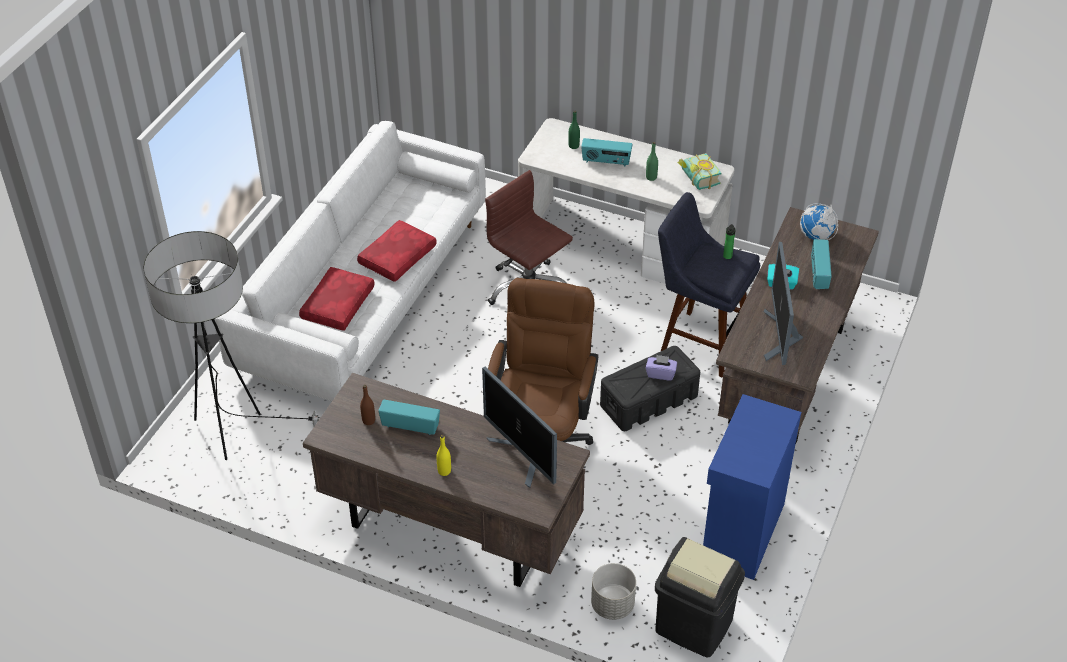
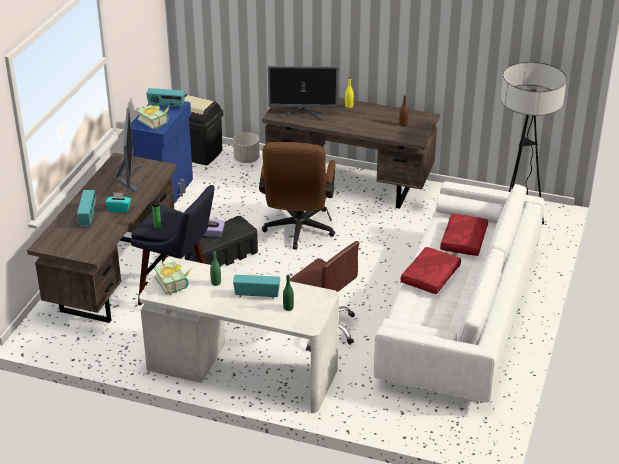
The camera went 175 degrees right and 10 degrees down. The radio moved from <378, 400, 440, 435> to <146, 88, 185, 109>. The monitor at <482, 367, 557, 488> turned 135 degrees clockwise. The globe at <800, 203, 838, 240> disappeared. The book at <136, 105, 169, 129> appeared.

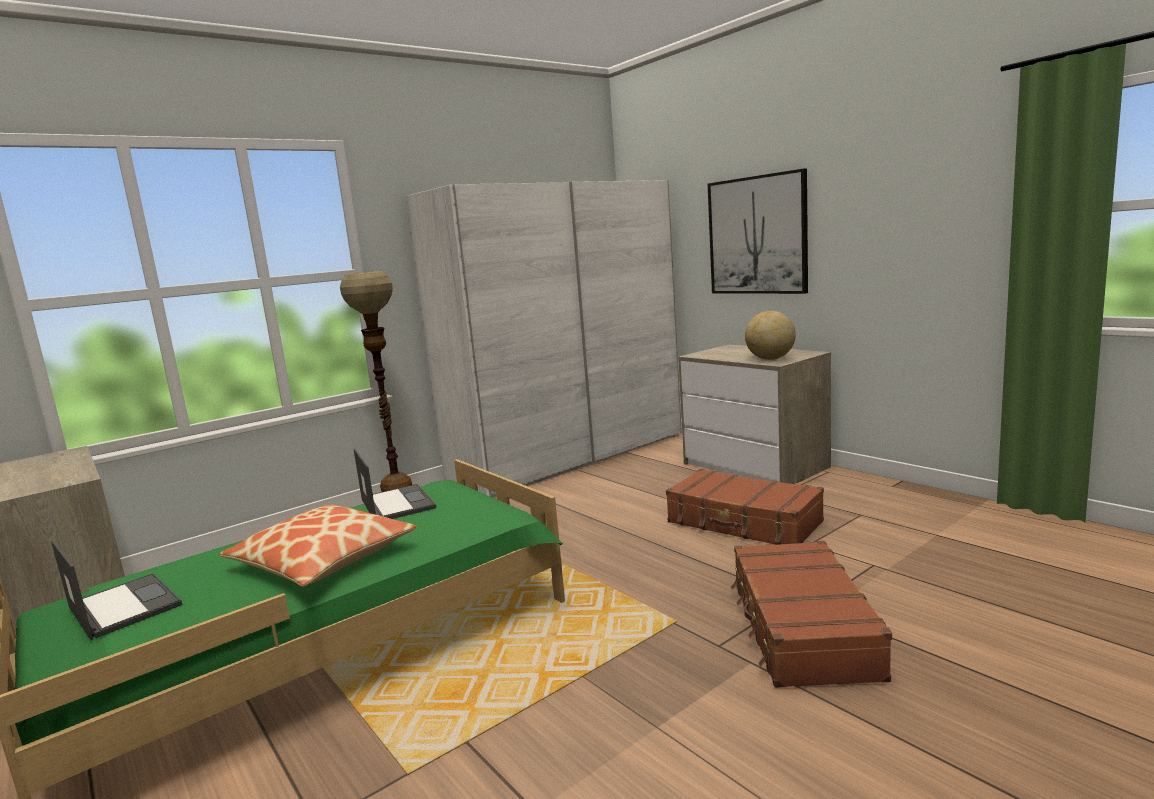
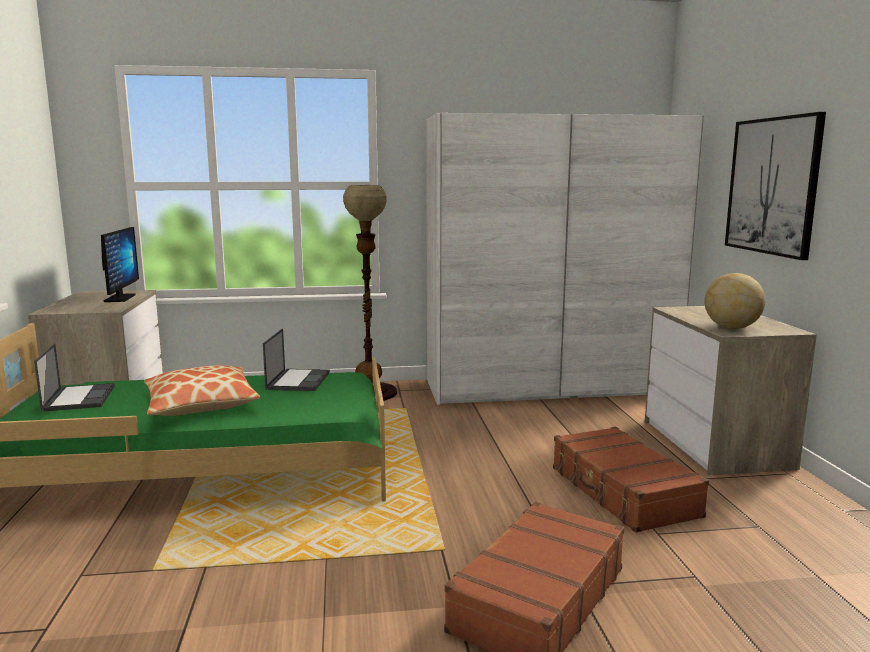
The camera went 30 degrees right and 0 degrees up. The monitor at <101, 227, 139, 302> appeared.

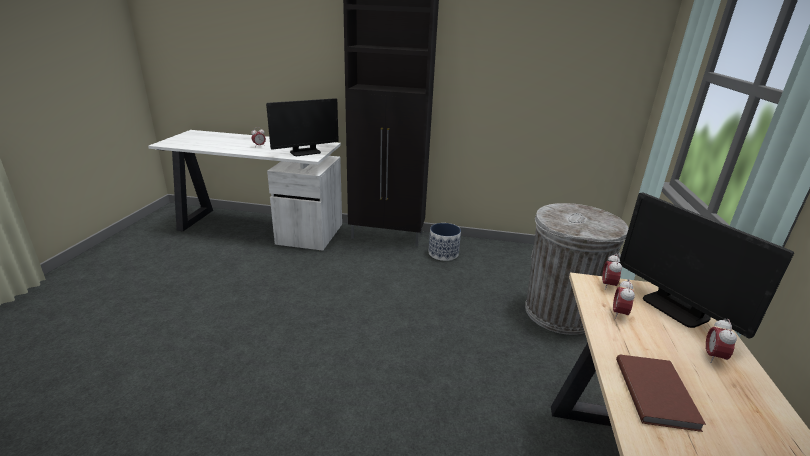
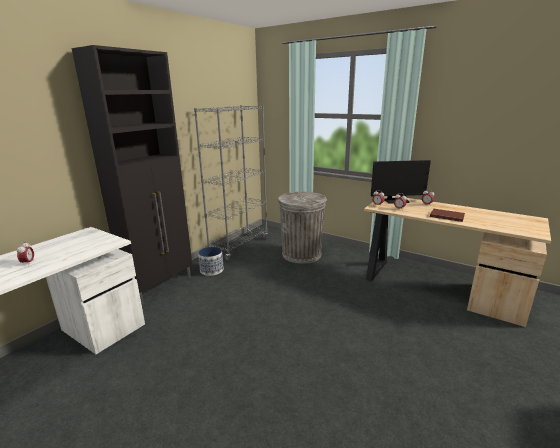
The camera went 65 degrees left and 5 degrees down. The monitor at <266, 98, 339, 156> disappeared. The grey bookcase at <194, 105, 268, 261> appeared.

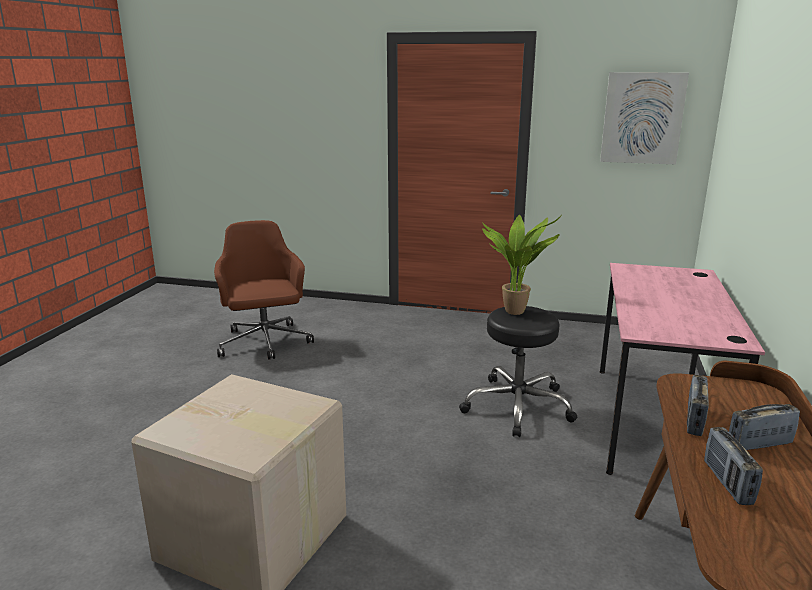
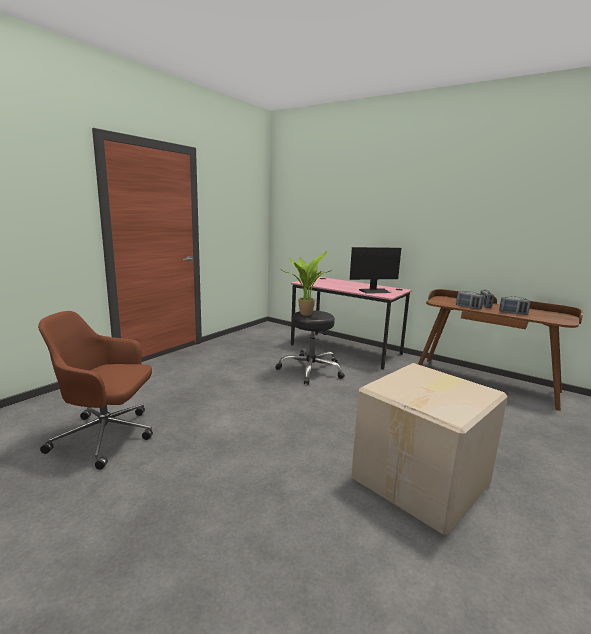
The camera went 70 degrees left and 5 degrees down. The picture at <600, 72, 689, 164> disappeared. The monitor at <350, 247, 401, 294> appeared.

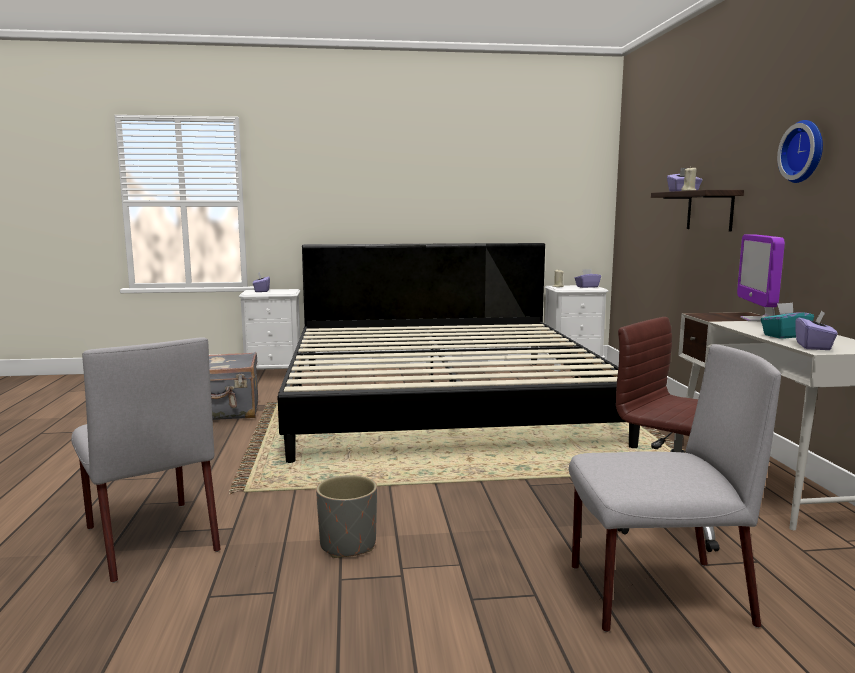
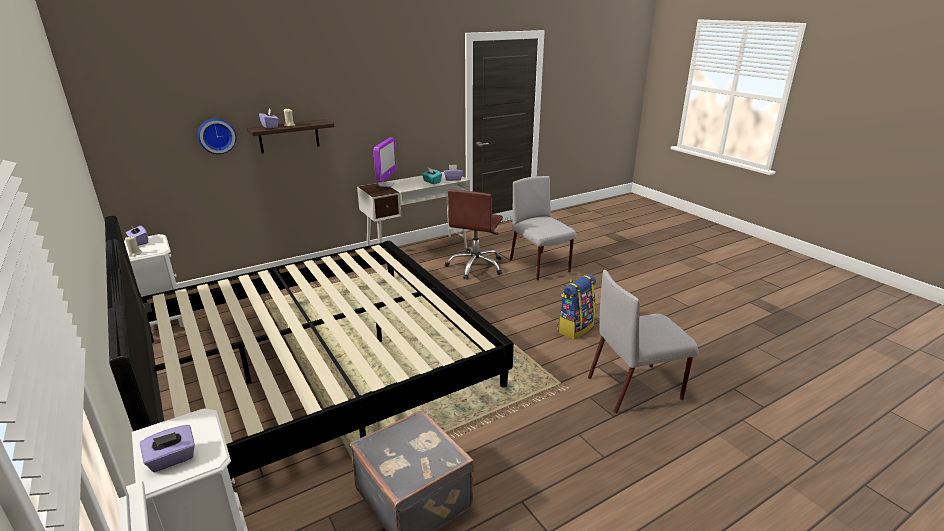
The camera went 115 degrees left and 15 degrees up. The grey chair at <71, 337, 220, 583> turned 135 degrees counterclockwise. The grey planter at <316, 475, 377, 558> was replaced by the backpack at <557, 274, 596, 339>. The monitor at <737, 234, 785, 321> turned 60 degrees counterclockwise. The wall clock moved from <777, 120, 823, 183> to <198, 118, 236, 154>.

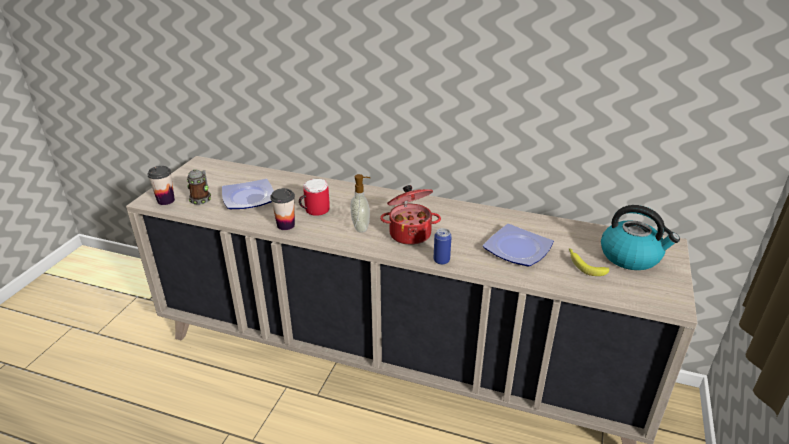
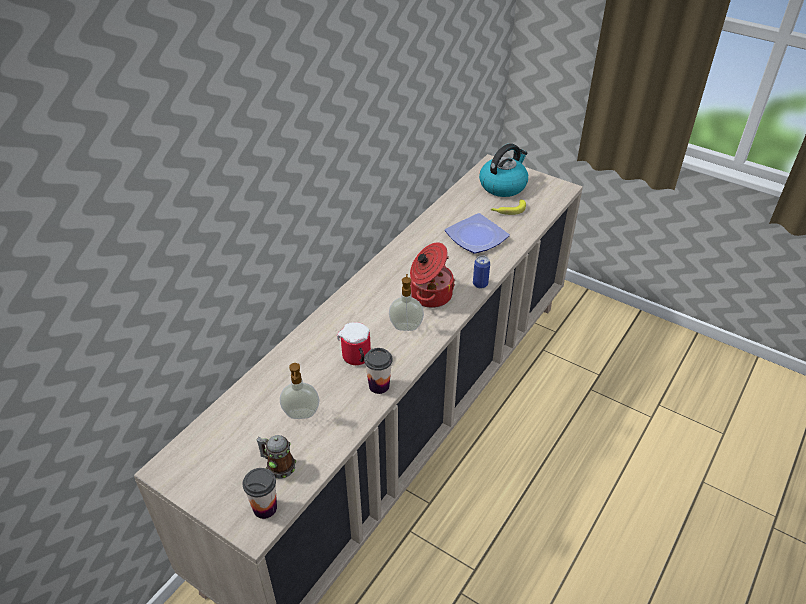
The camera went 75 degrees left and 10 degrees up. The plate at <222, 179, 274, 209> was replaced by the soap dispenser at <280, 363, 320, 419>.

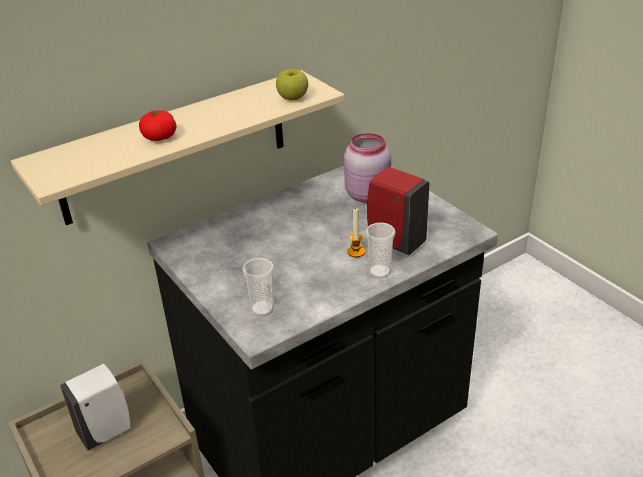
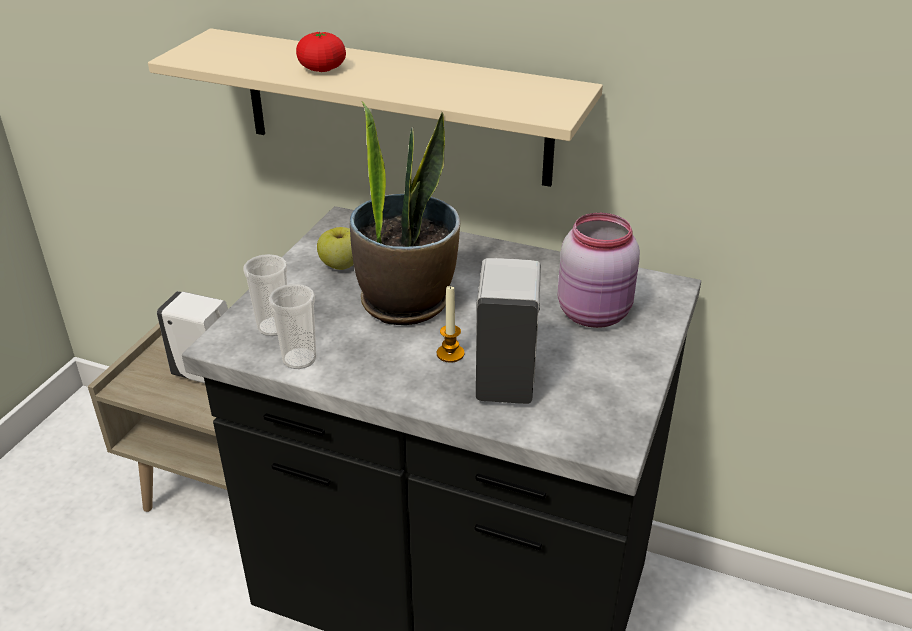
The camera went 55 degrees right and 0 degrees up. The apple moved from <276, 69, 308, 100> to <317, 227, 354, 270>. The cup moved from <366, 222, 395, 278> to <269, 284, 317, 369>. The red soap dispenser at <367, 167, 430, 255> became the white soap dispenser at <476, 258, 541, 404>. The potted plant at <350, 102, 461, 325> appeared.

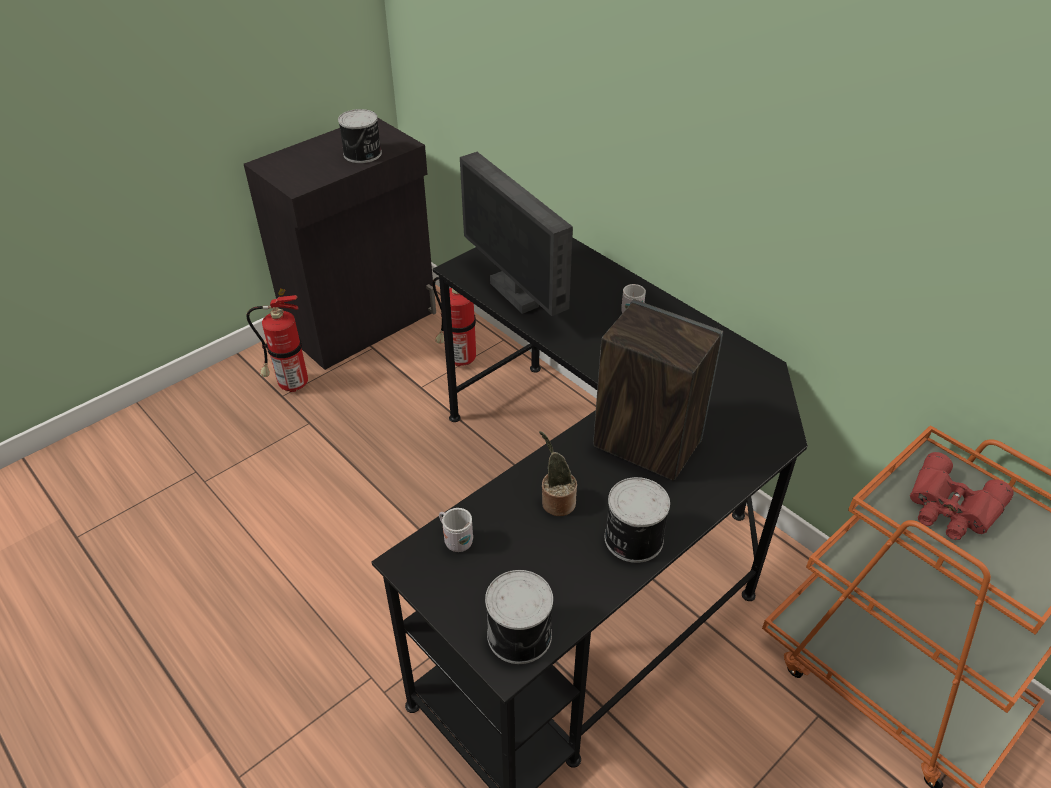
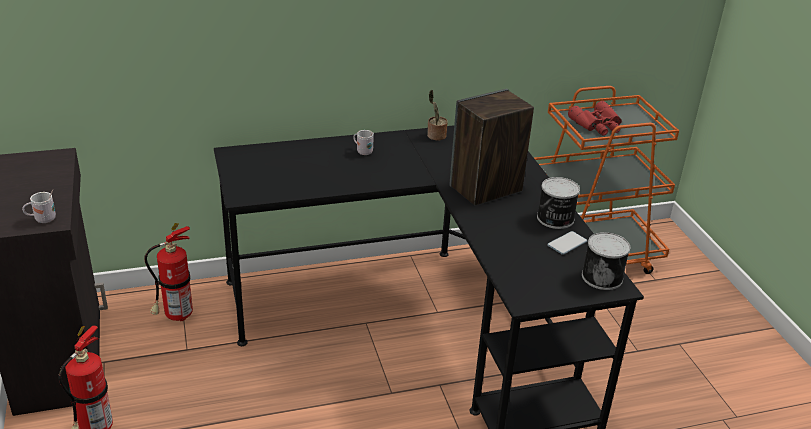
The camera went 65 degrees left and 10 degrees down. The can at <338, 109, 382, 163> disappeared. The white mug moved from <439, 508, 473, 552> to <22, 189, 56, 223>. The monitor at <460, 152, 573, 316> disappeared. The potted plant moved from <539, 431, 577, 516> to <427, 90, 448, 140>. The phone at <547, 231, 587, 255> appeared.

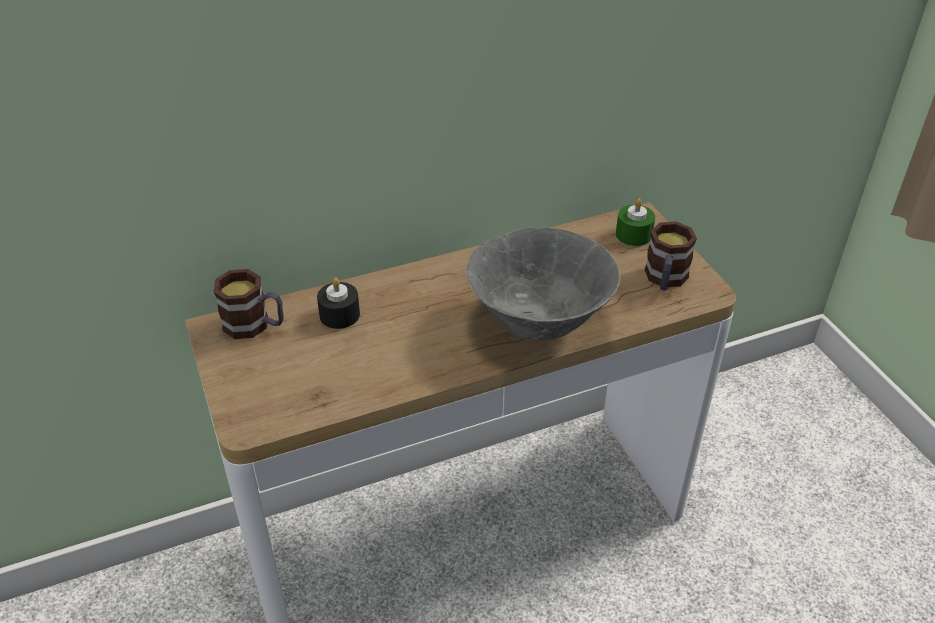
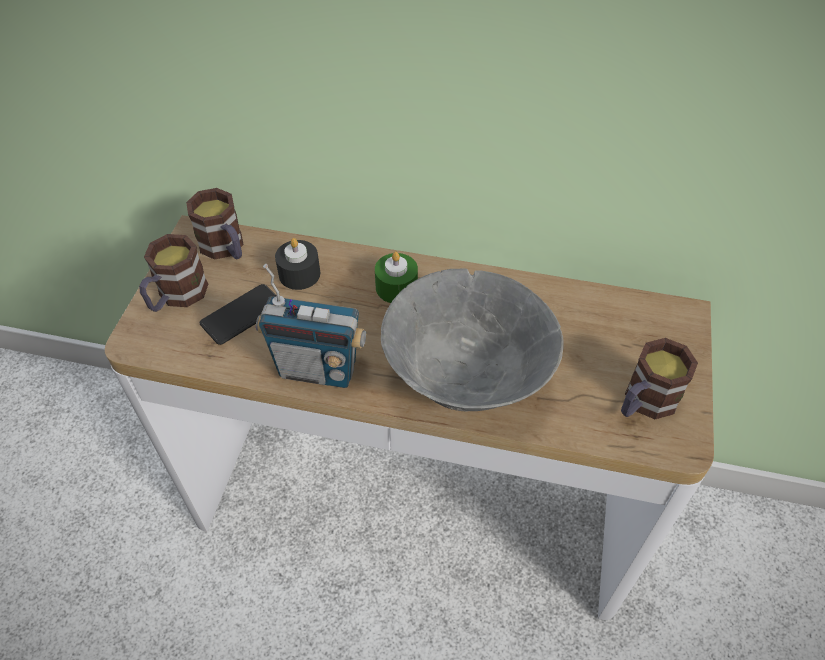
The camera went 35 degrees right and 10 degrees up. The green candle moved from <616, 199, 655, 246> to <375, 252, 418, 303>. The mug at <139, 234, 208, 312> appeared. The phone at <200, 284, 276, 345> appeared. The radio at <256, 264, 367, 388> appeared.

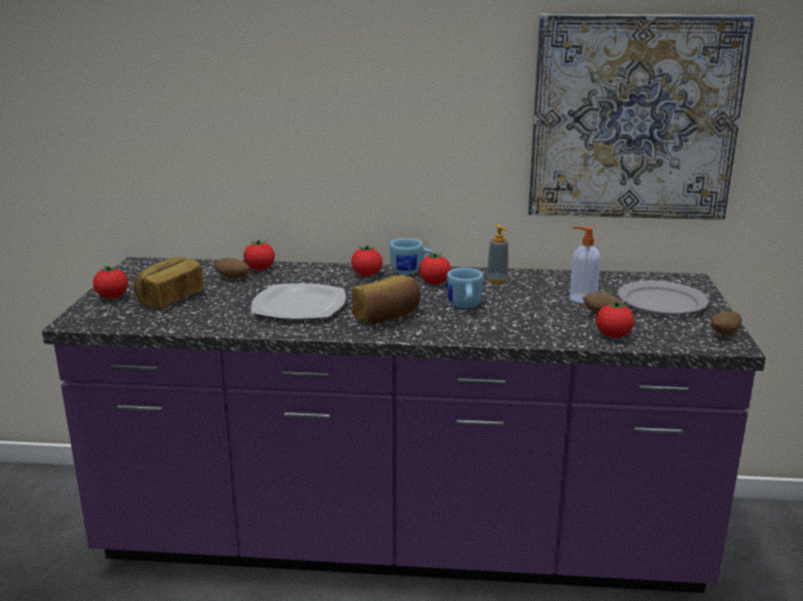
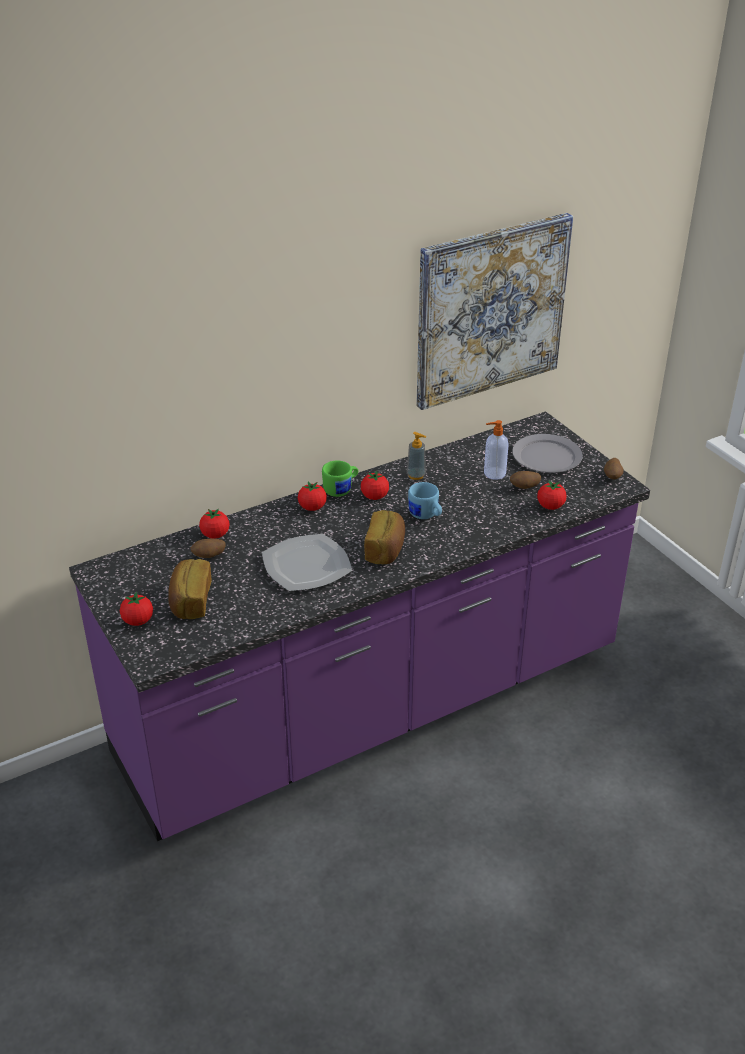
The camera went 35 degrees left and 15 degrees up. The blue mug at <390, 238, 433, 275> became the green mug at <322, 460, 358, 497>.

